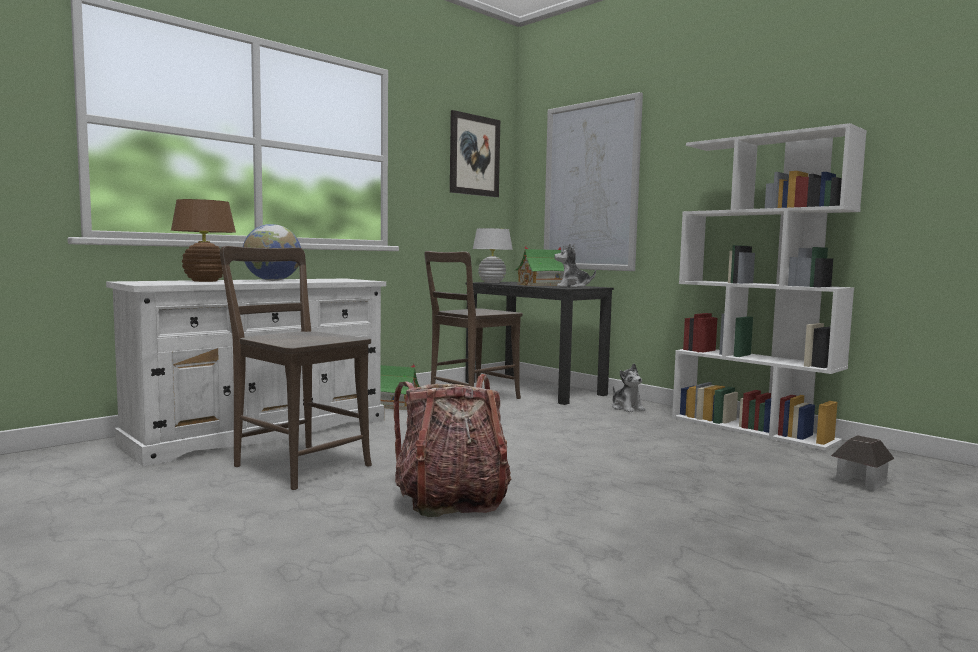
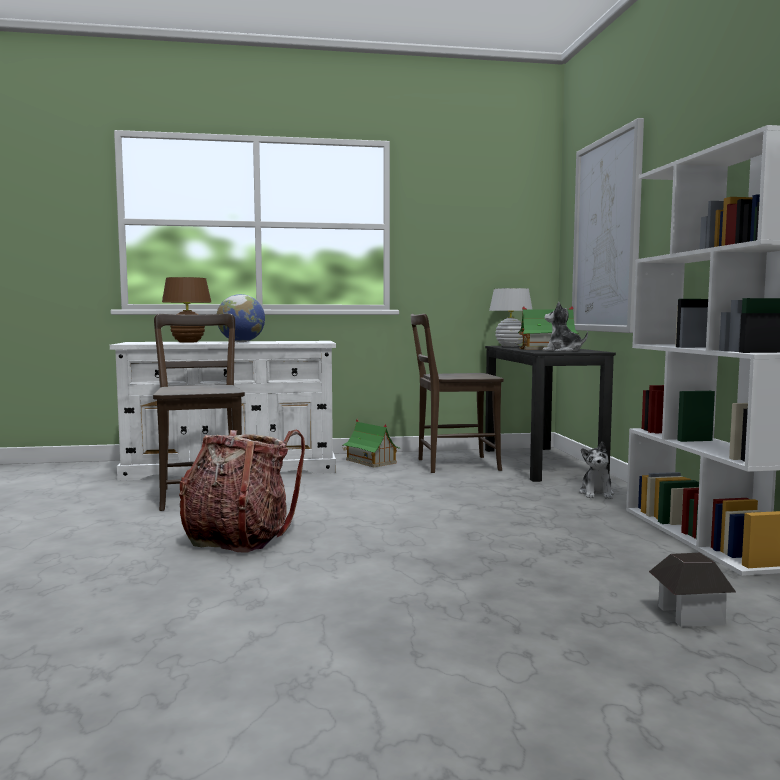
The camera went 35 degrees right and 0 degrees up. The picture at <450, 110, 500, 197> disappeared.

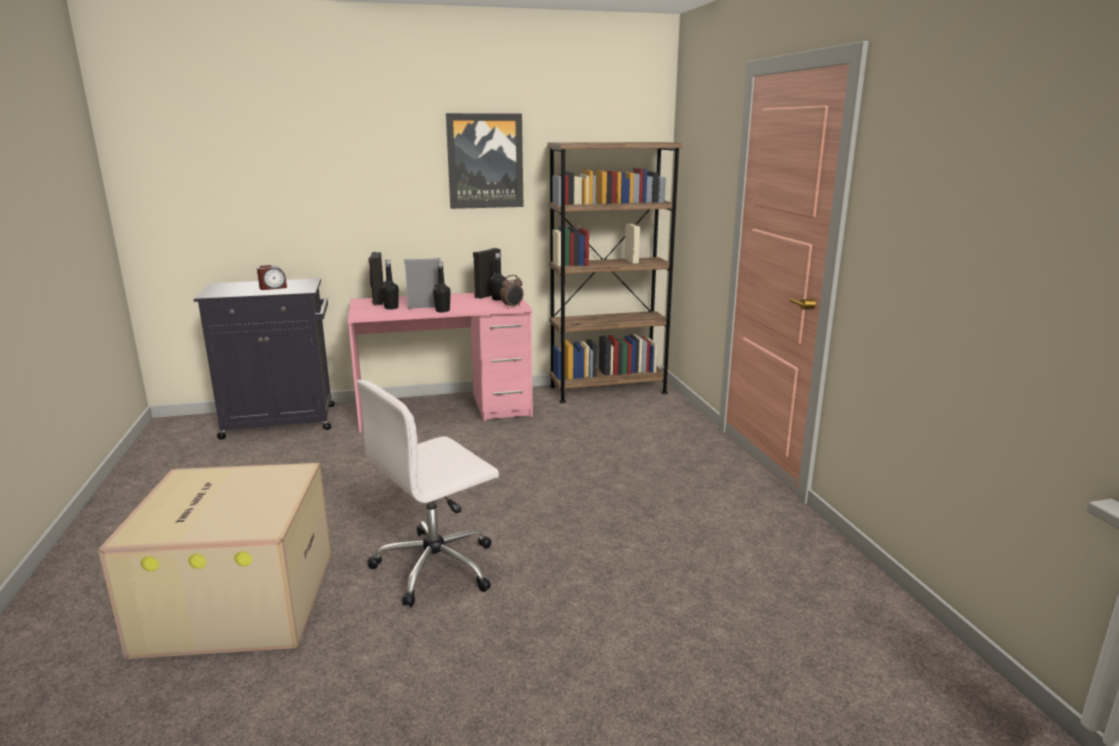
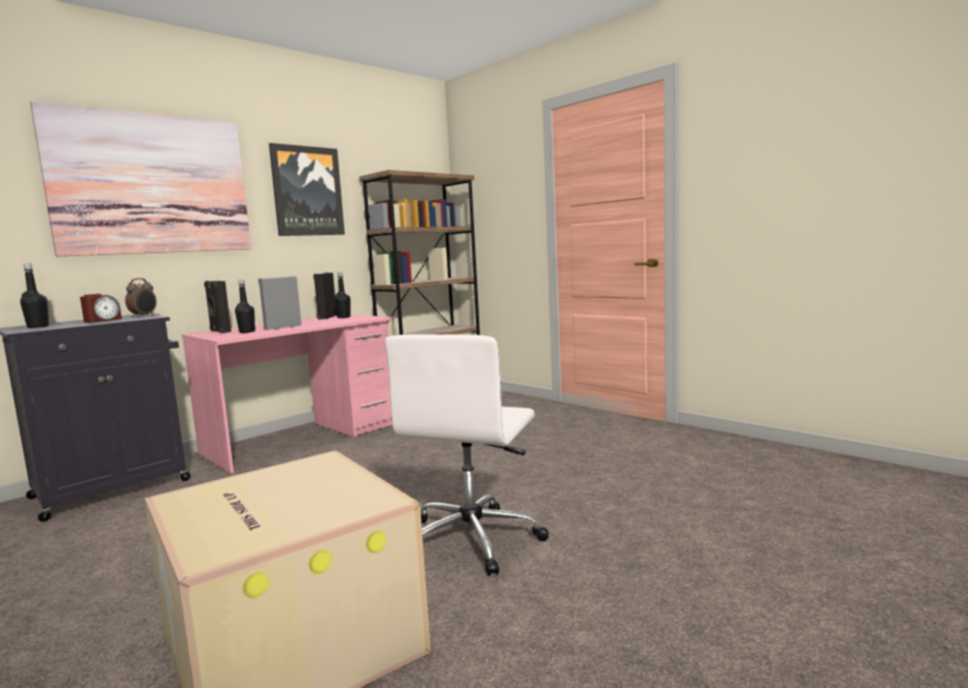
The camera went 30 degrees left and 10 degrees down. The black bottle moved from <433, 262, 451, 312> to <20, 263, 49, 328>. The alarm clock moved from <500, 275, 524, 307> to <125, 278, 157, 317>. The picture at <30, 101, 251, 257> appeared.

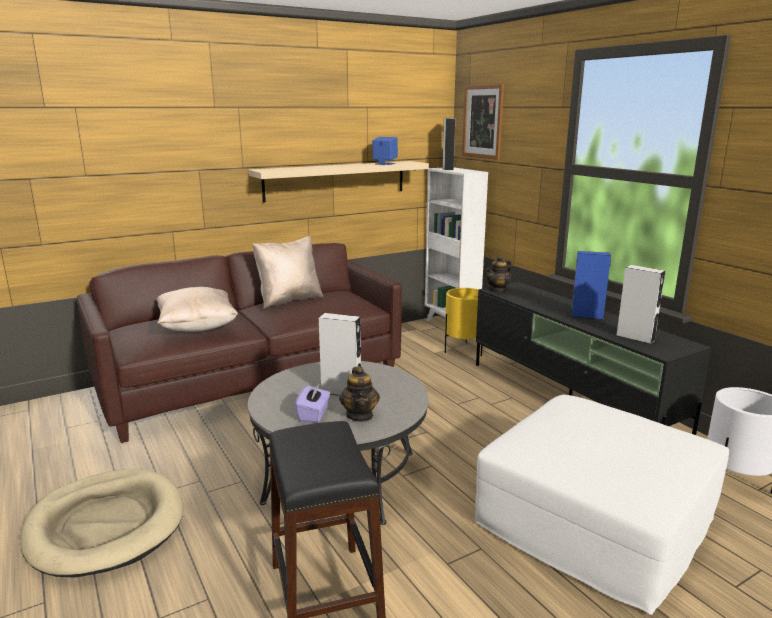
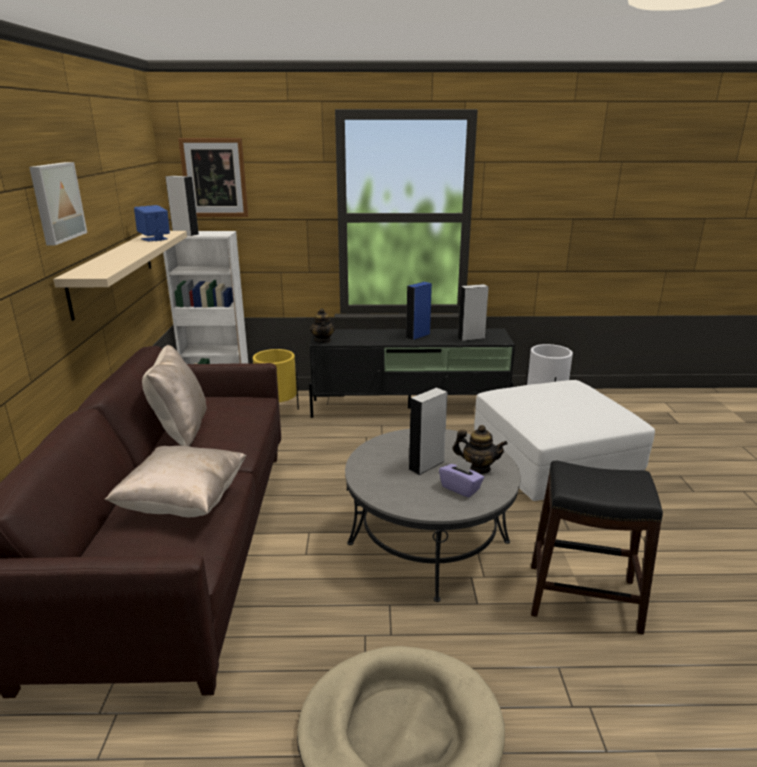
The camera went 60 degrees left and 5 degrees up. The picture at <29, 162, 87, 245> appeared.

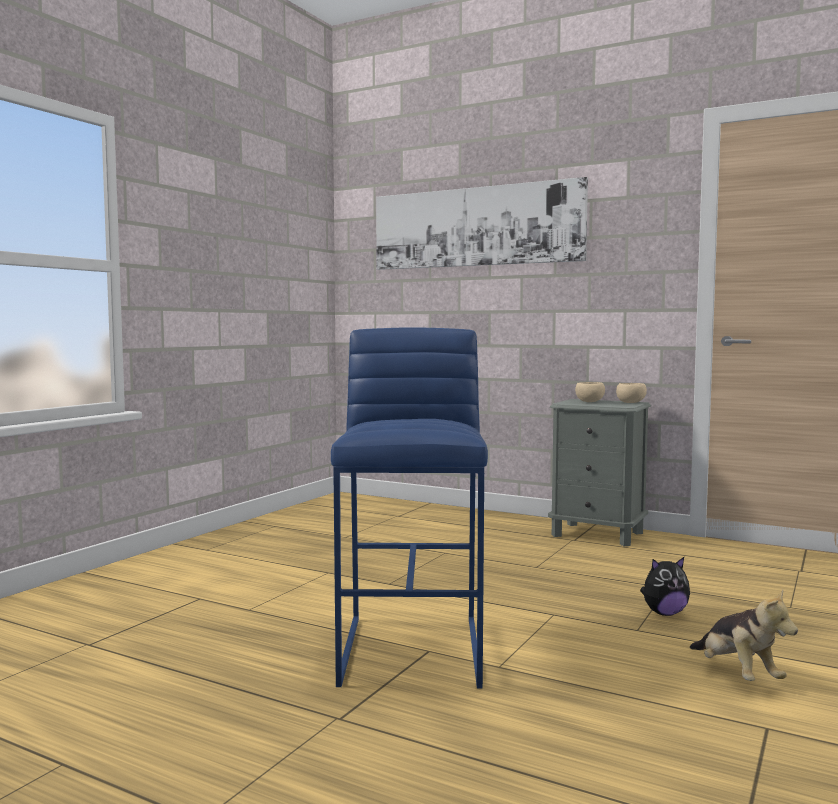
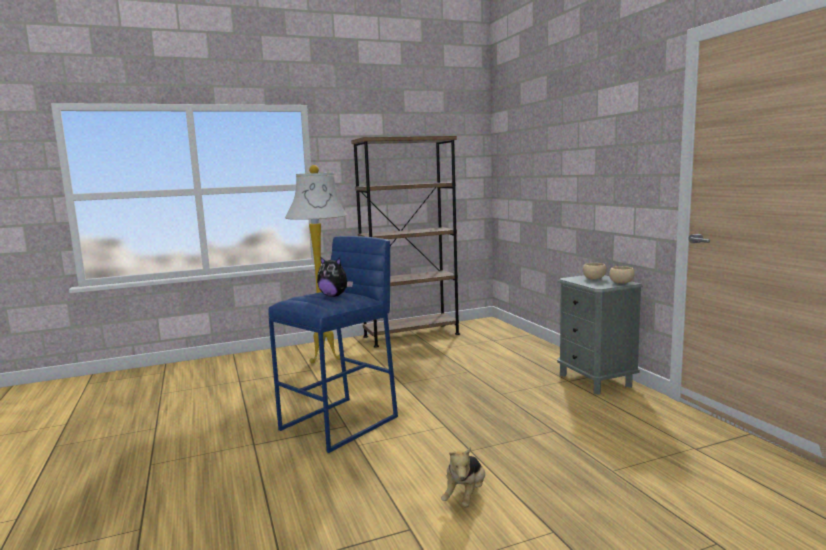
The camera went 40 degrees right and 5 degrees up. The picture at <376, 177, 588, 270> disappeared. The plush toy moved from <640, 557, 690, 616> to <317, 257, 353, 297>. The white floor lamp at <285, 165, 347, 363> appeared. The brown bookcase at <351, 136, 460, 348> appeared.

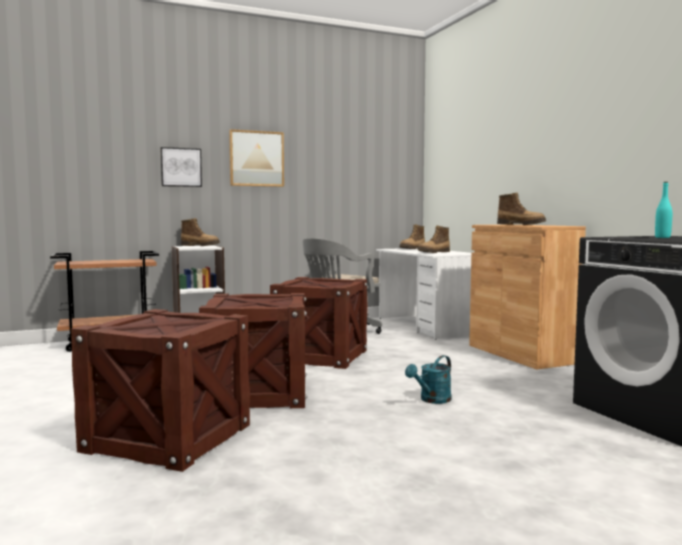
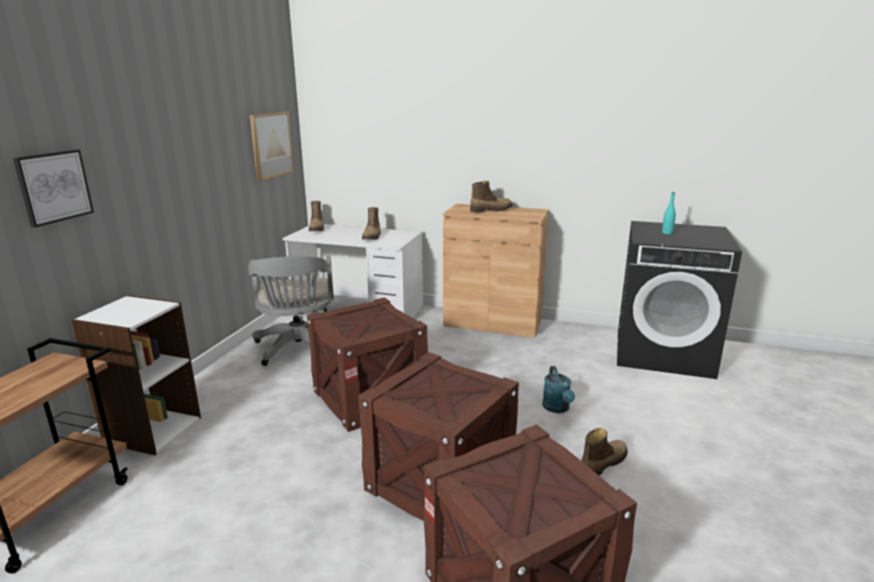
The camera went 50 degrees left and 15 degrees up. The boot moved from <181, 218, 220, 246> to <581, 428, 628, 475>. The picture moved from <229, 129, 284, 187> to <249, 111, 294, 181>.

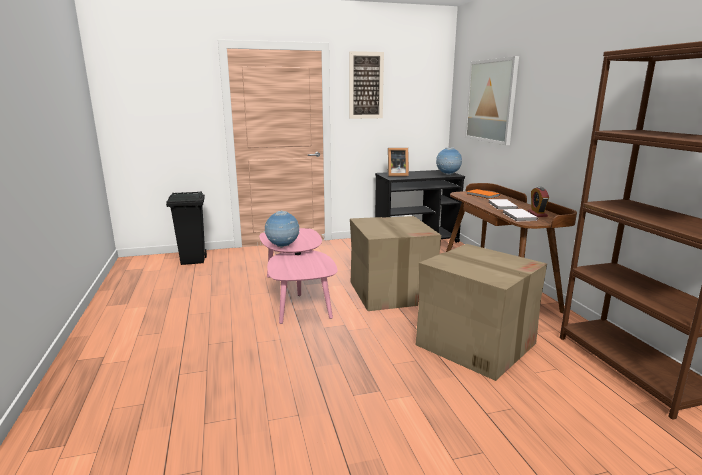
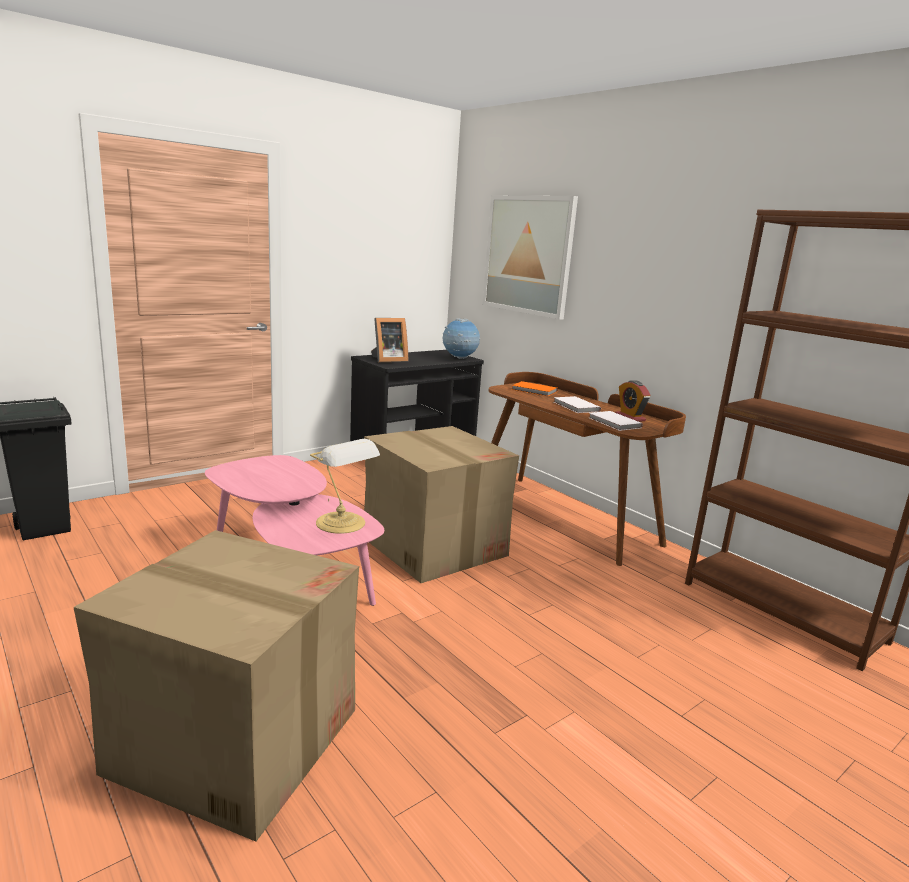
The camera went 25 degrees left and 0 degrees up. The globe at <264, 210, 299, 248> disappeared. The picture at <349, 51, 384, 119> disappeared. The cardboard box moved from <416, 244, 547, 381> to <74, 530, 359, 842>. The table lamp at <310, 439, 380, 534> appeared.

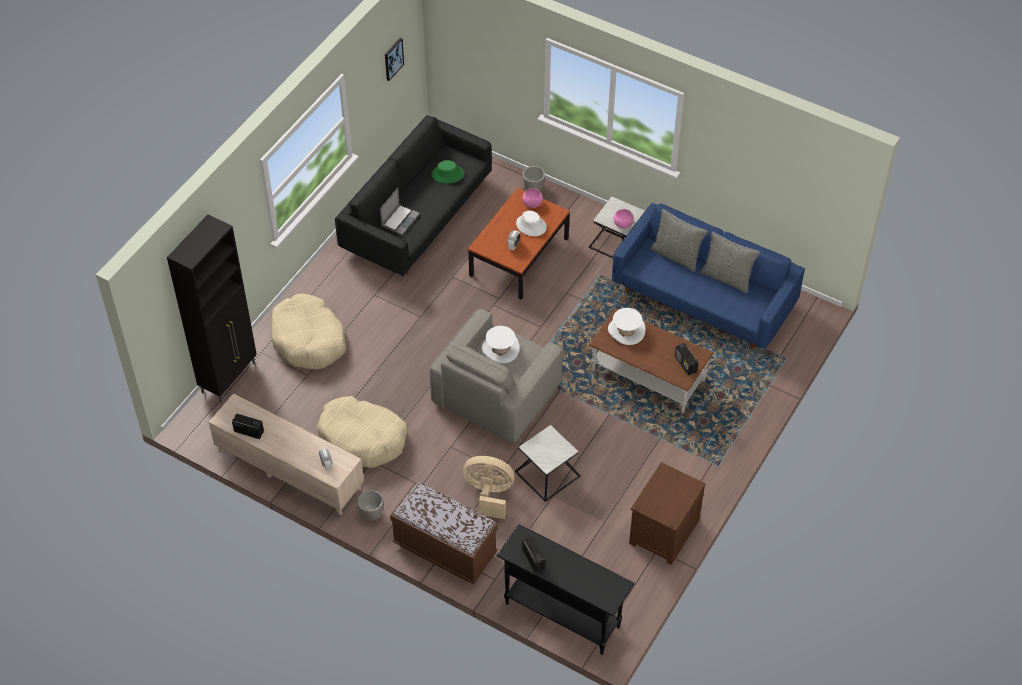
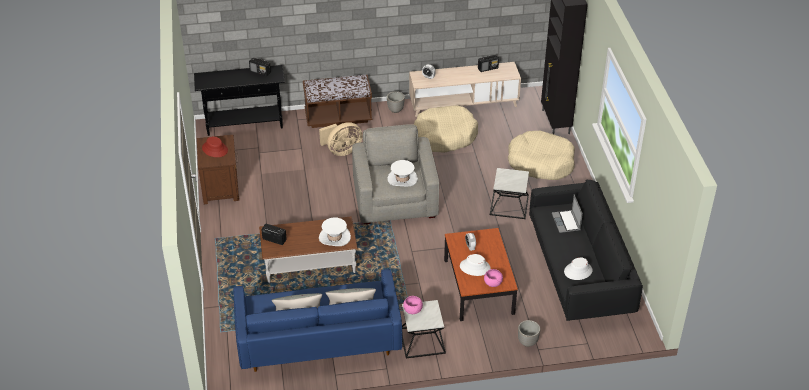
The camera went 140 degrees right and 10 degrees down. The picture at <385, 38, 404, 81> disappeared. The green hat at <431, 160, 464, 184> became the white hat at <564, 257, 592, 280>. The side table moved from <515, 425, 581, 502> to <490, 168, 529, 219>. The red hat at <202, 137, 228, 157> appeared.

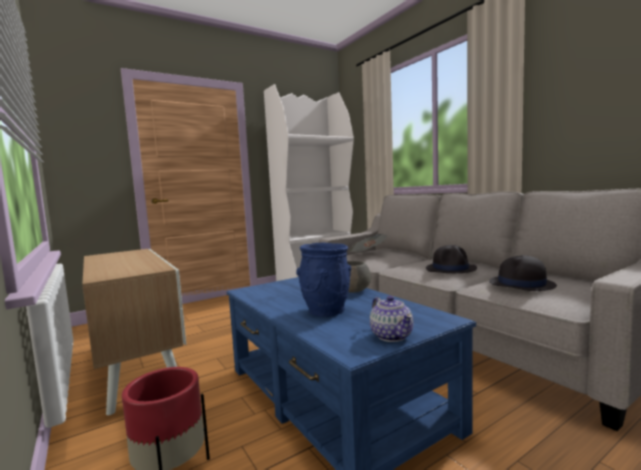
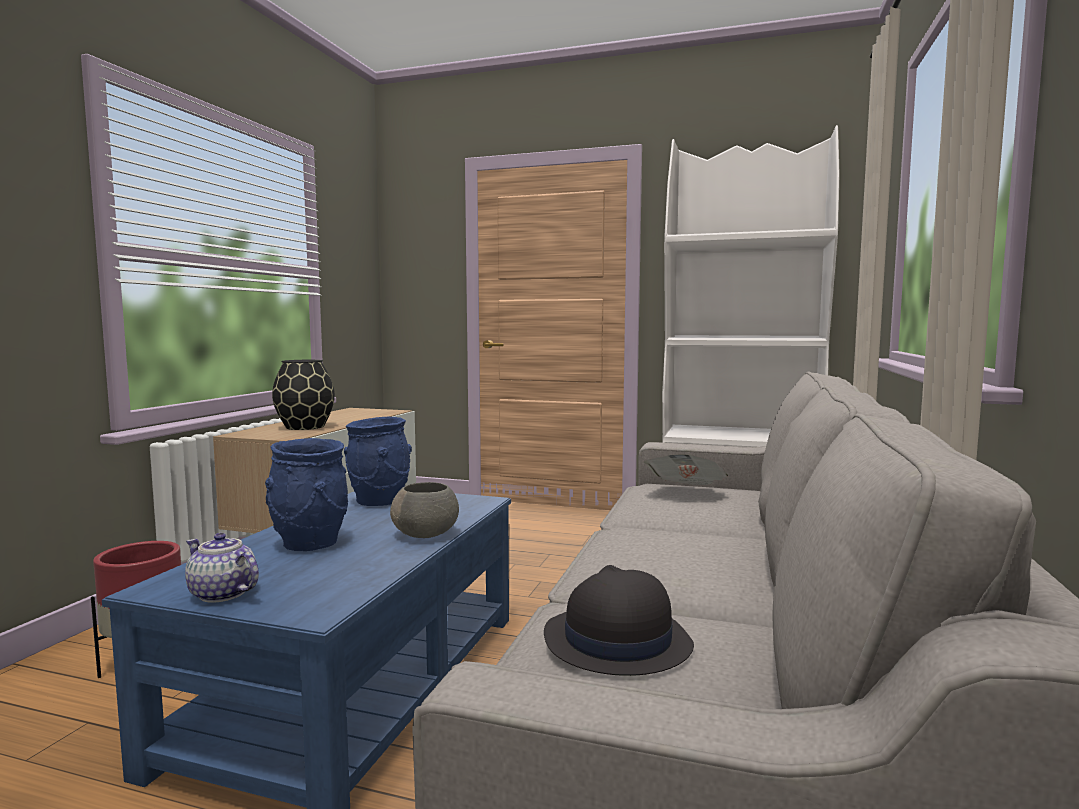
The camera went 50 degrees right and 0 degrees up. The teapot at <370, 296, 413, 342> turned 90 degrees clockwise. The black hat at <426, 245, 477, 273> disappeared. The black vase at <272, 360, 335, 430> appeared. The blue vase at <344, 417, 412, 506> appeared.

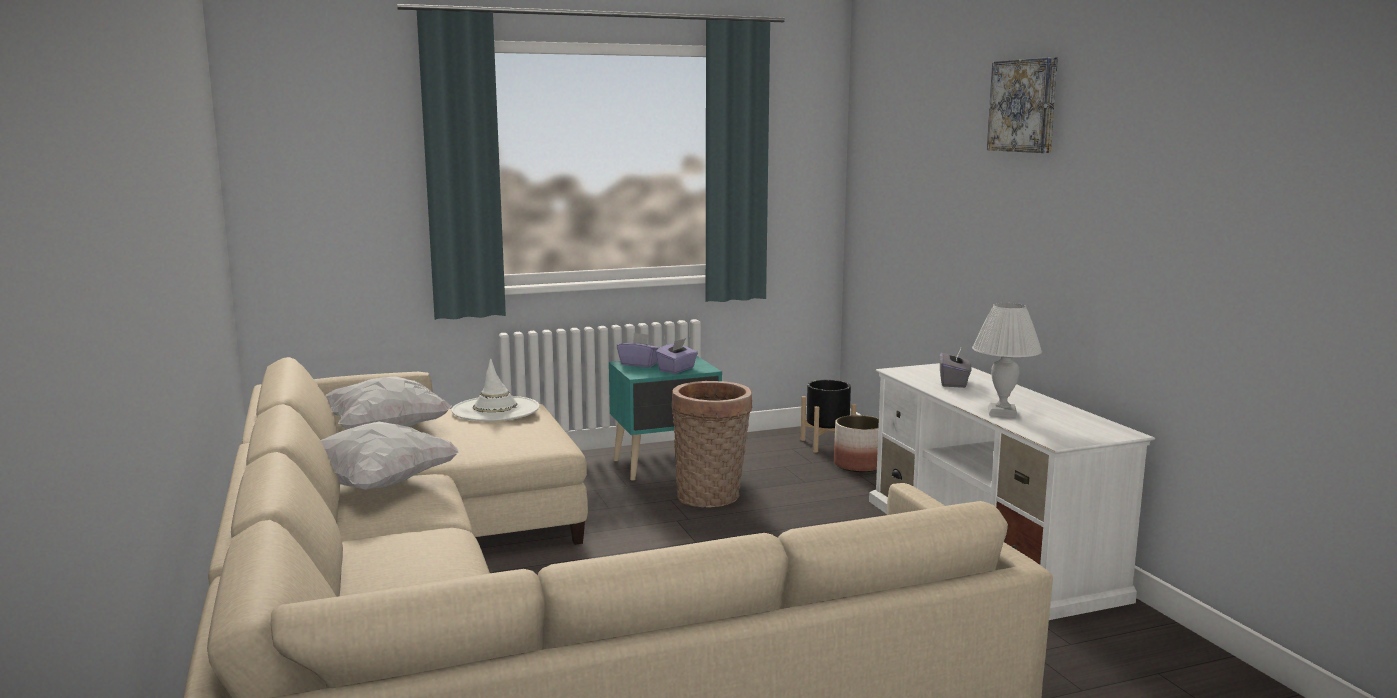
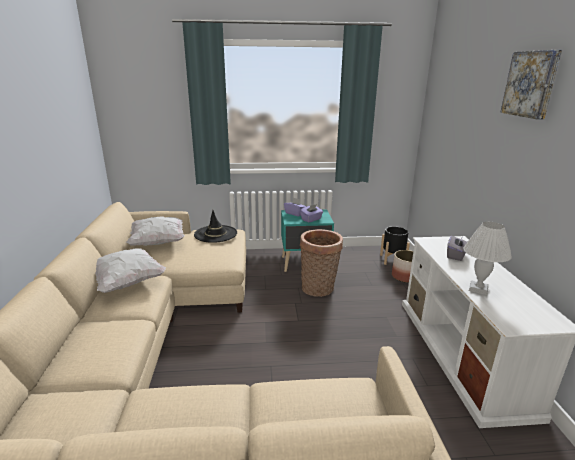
The camera went 15 degrees right and 10 degrees up. The white hat at <451, 358, 540, 421> became the black hat at <194, 210, 237, 243>.

